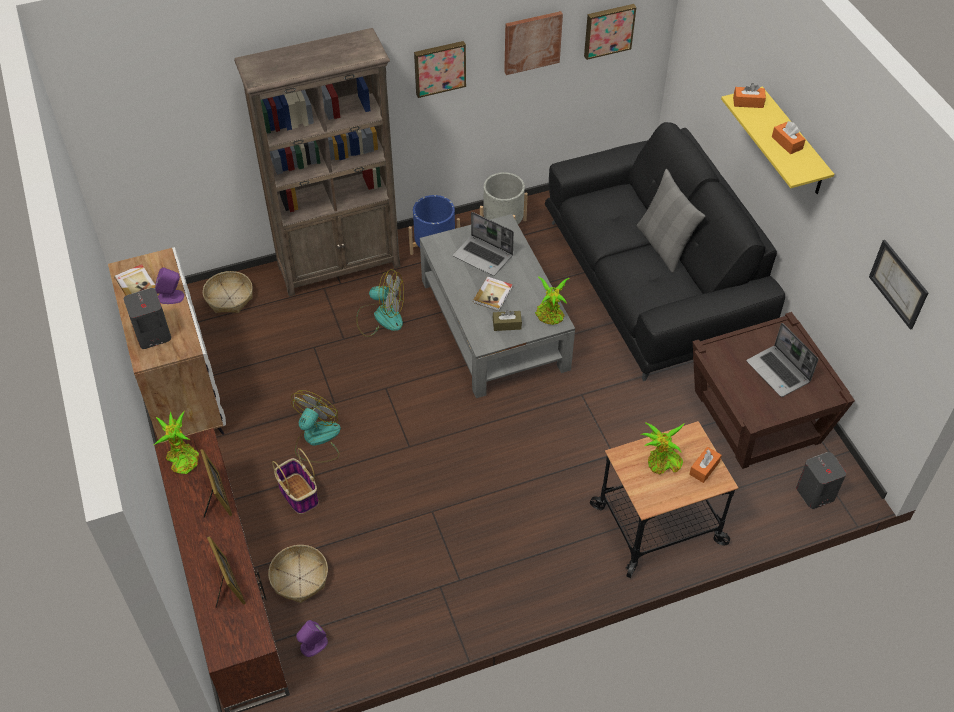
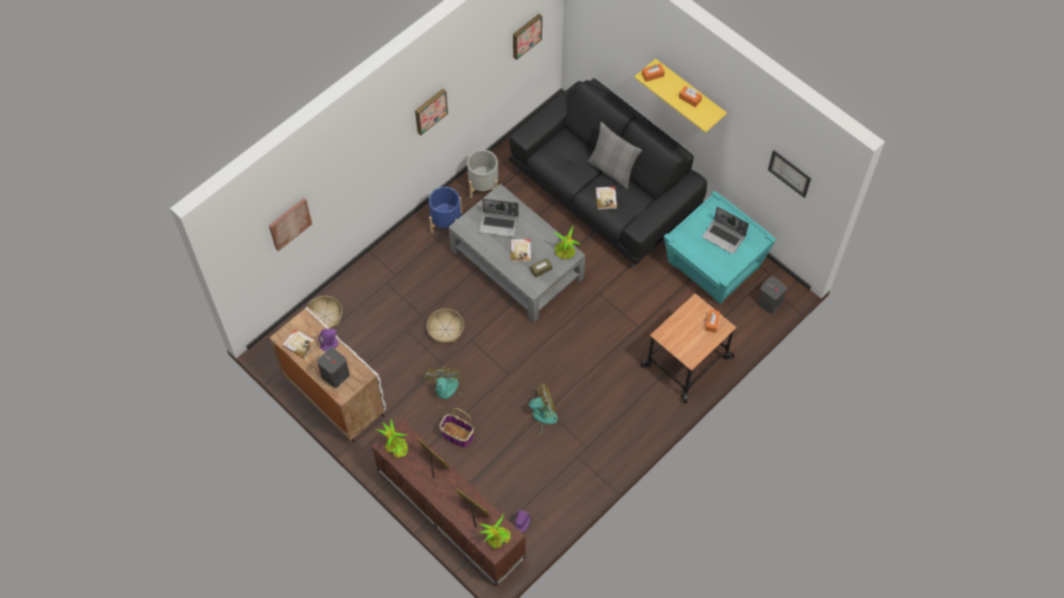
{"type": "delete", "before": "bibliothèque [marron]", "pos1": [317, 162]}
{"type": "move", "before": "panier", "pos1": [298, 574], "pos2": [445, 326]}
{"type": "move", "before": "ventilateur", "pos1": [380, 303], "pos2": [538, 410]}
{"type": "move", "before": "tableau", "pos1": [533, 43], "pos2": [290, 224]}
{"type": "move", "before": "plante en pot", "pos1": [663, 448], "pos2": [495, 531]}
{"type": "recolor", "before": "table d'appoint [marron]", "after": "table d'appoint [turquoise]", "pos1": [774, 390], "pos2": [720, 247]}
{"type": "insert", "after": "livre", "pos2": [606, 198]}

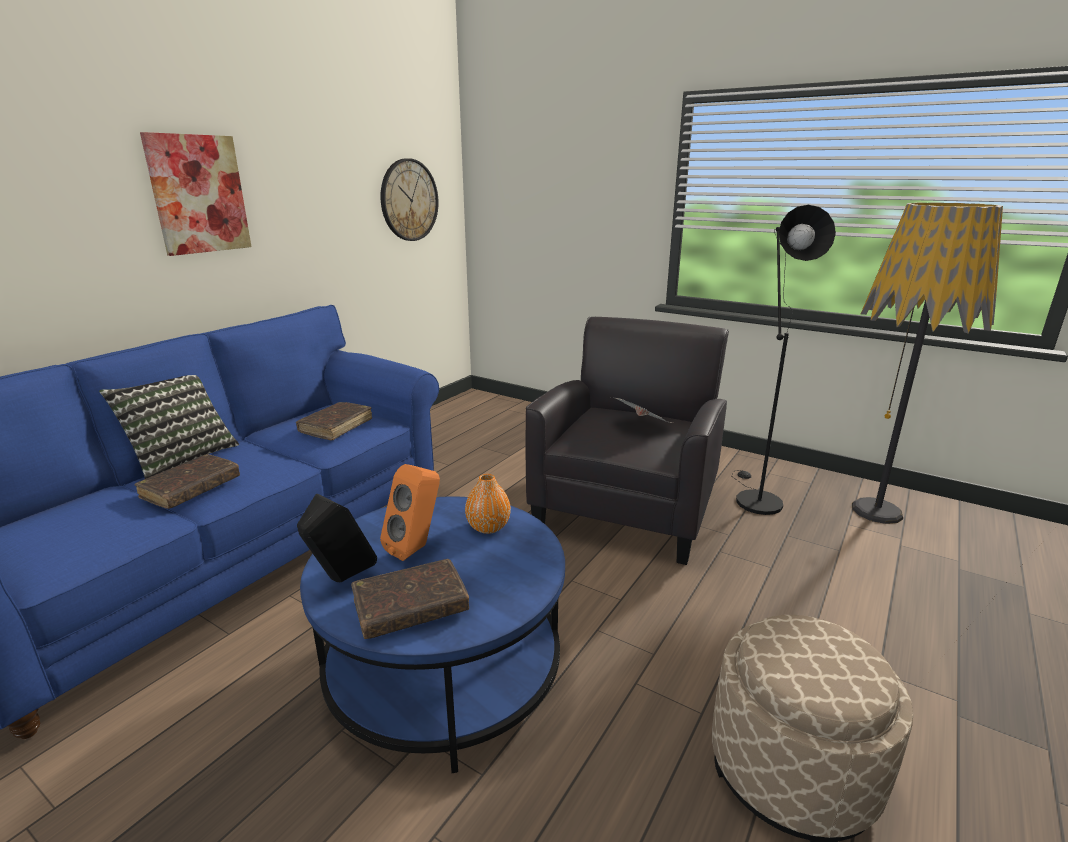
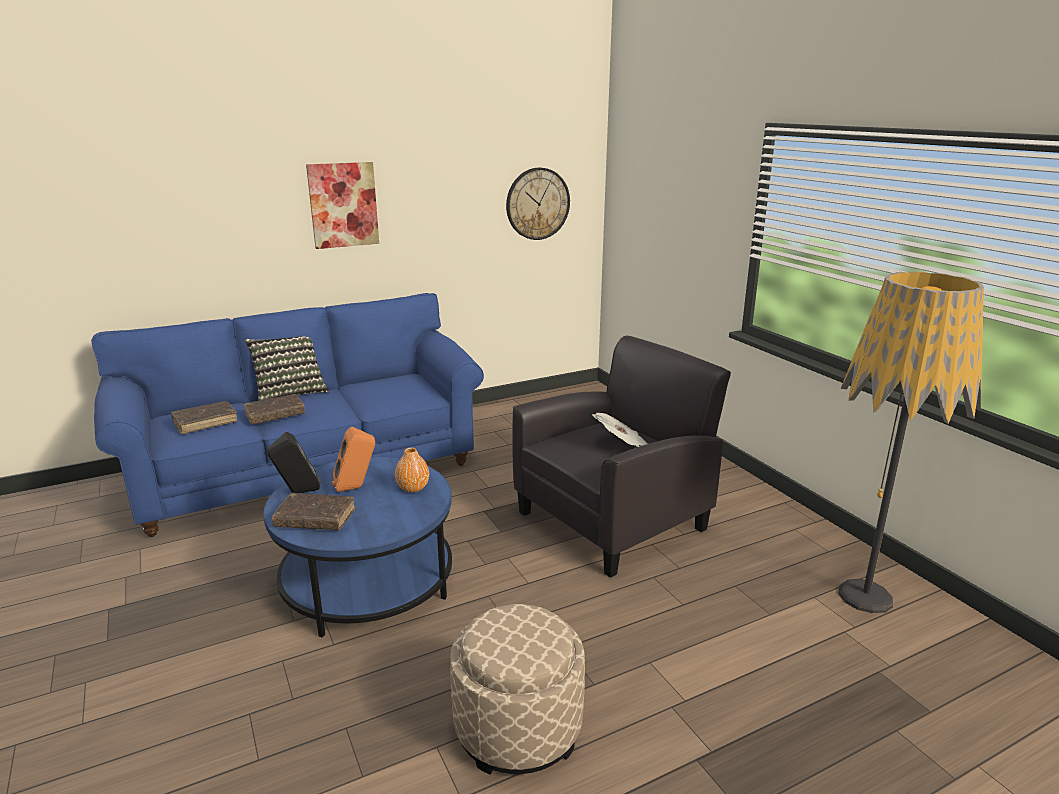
{"type": "move", "before": "livre [marron]", "pos1": [334, 421], "pos2": [204, 418]}
{"type": "delete", "before": "lampadaire [noir]", "pos1": [783, 360]}

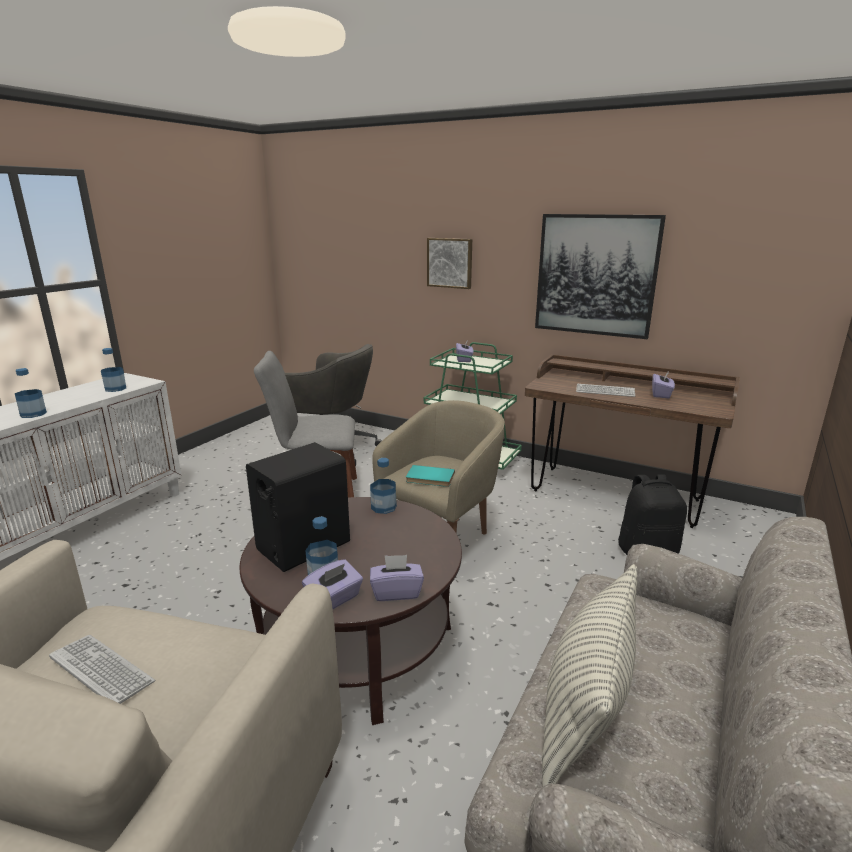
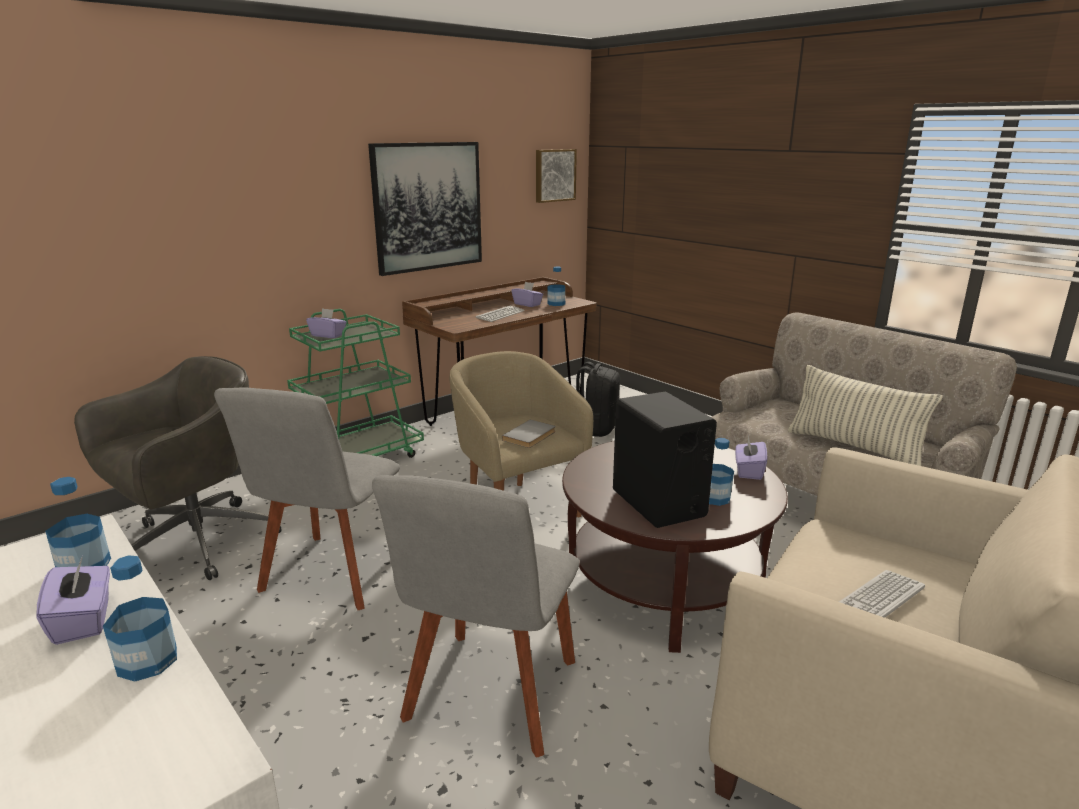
{"type": "move", "before": "boîte à mouchoirs [violet]", "pos1": [332, 584], "pos2": [73, 600]}
{"type": "move", "before": "bouteille", "pos1": [383, 486], "pos2": [556, 286]}
{"type": "recolor", "before": "livre [turquoise]", "after": "livre [gris]", "pos1": [430, 476], "pos2": [529, 434]}
{"type": "move", "before": "tableau", "pos1": [449, 263], "pos2": [556, 176]}
{"type": "insert", "after": "chaise [gris]", "pos2": [476, 616]}

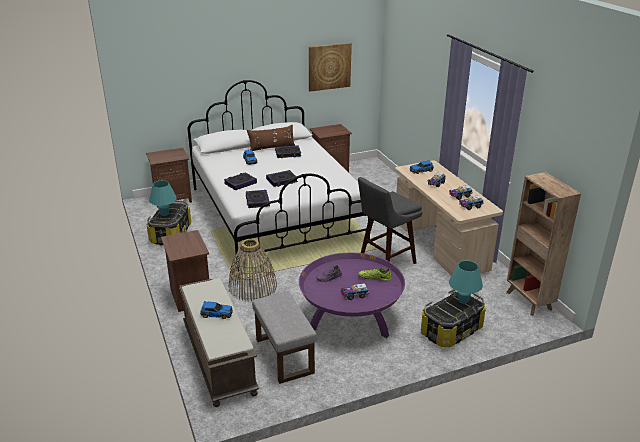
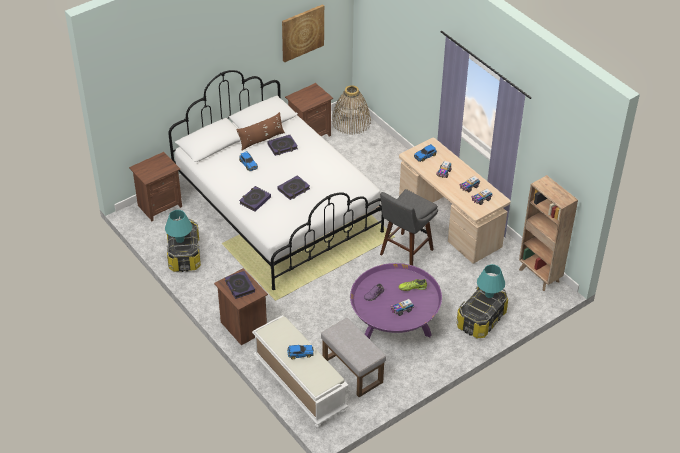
{"type": "recolor", "before": "banc [marron]", "after": "banc [blanc]", "pos1": [219, 342], "pos2": [300, 371]}
{"type": "move", "before": "panier", "pos1": [252, 270], "pos2": [351, 110]}
{"type": "move", "before": "livre", "pos1": [258, 199], "pos2": [240, 285]}

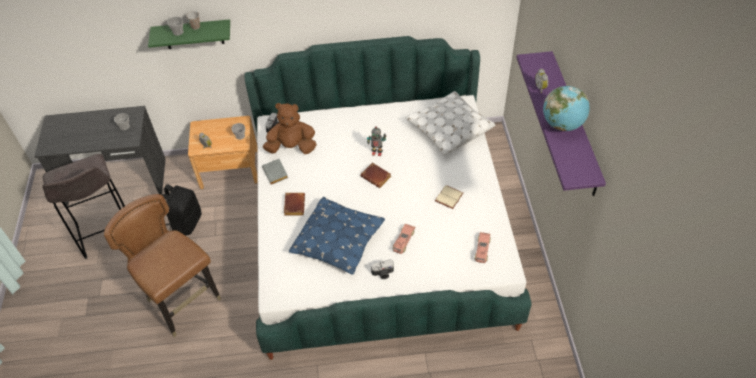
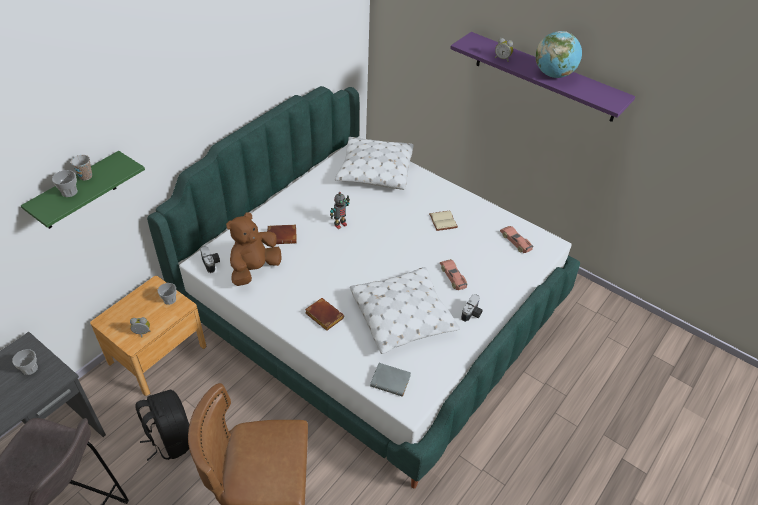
{"type": "move", "before": "livre [gris]", "pos1": [275, 172], "pos2": [390, 380]}
{"type": "recolor", "before": "coussin [bleu]", "after": "coussin [blanc]", "pos1": [337, 236], "pos2": [405, 310]}
{"type": "move", "before": "livre [marron]", "pos1": [376, 175], "pos2": [282, 234]}

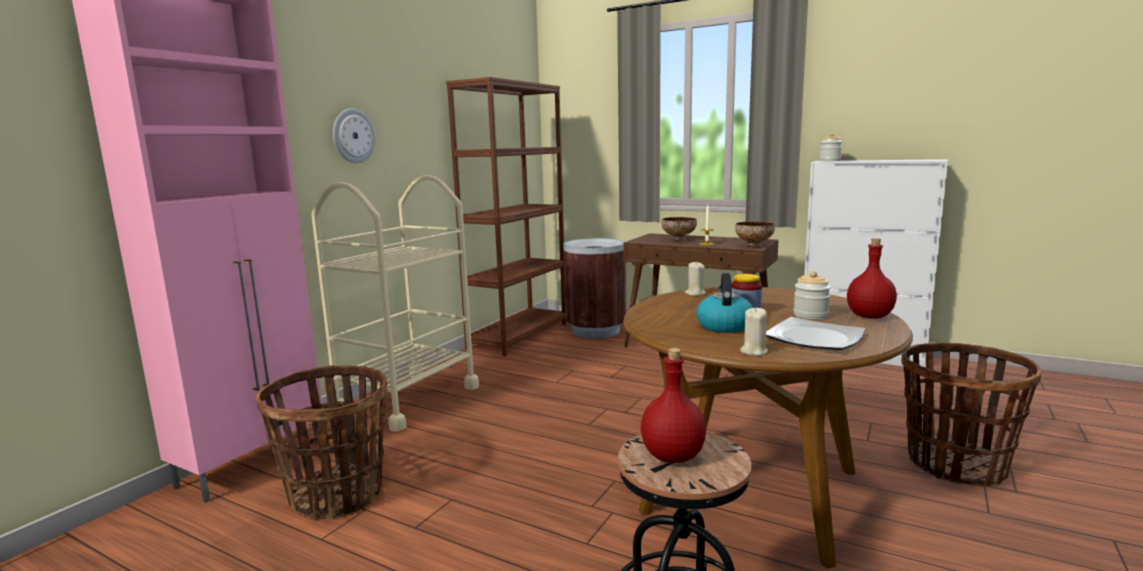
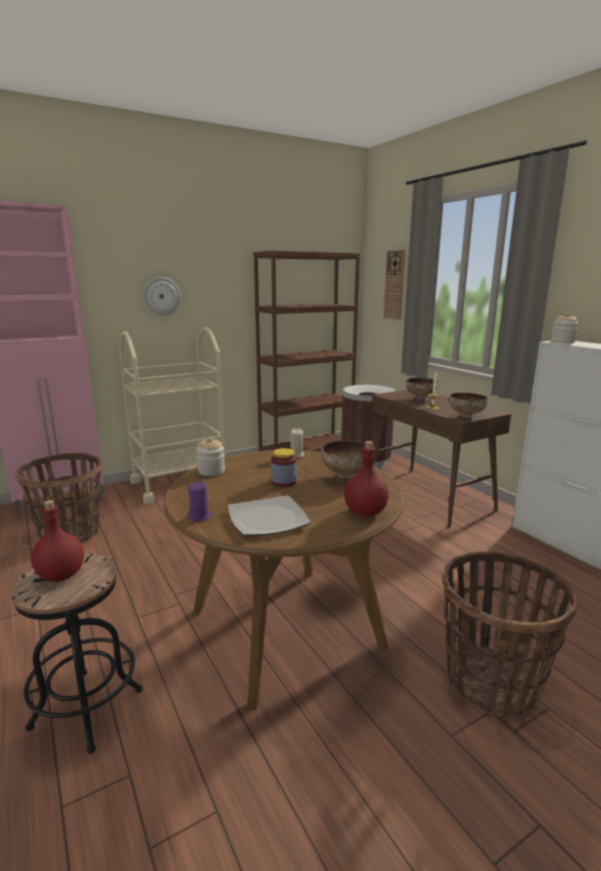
{"type": "delete", "before": "bouilloire", "pos1": [724, 303]}
{"type": "recolor", "before": "bougie [beige]", "after": "bougie [violet]", "pos1": [754, 331], "pos2": [199, 502]}
{"type": "move", "before": "bocal", "pos1": [812, 295], "pos2": [211, 456]}
{"type": "insert", "after": "bol", "pos2": [343, 461]}
{"type": "insert", "after": "horloge murale", "pos2": [394, 285]}

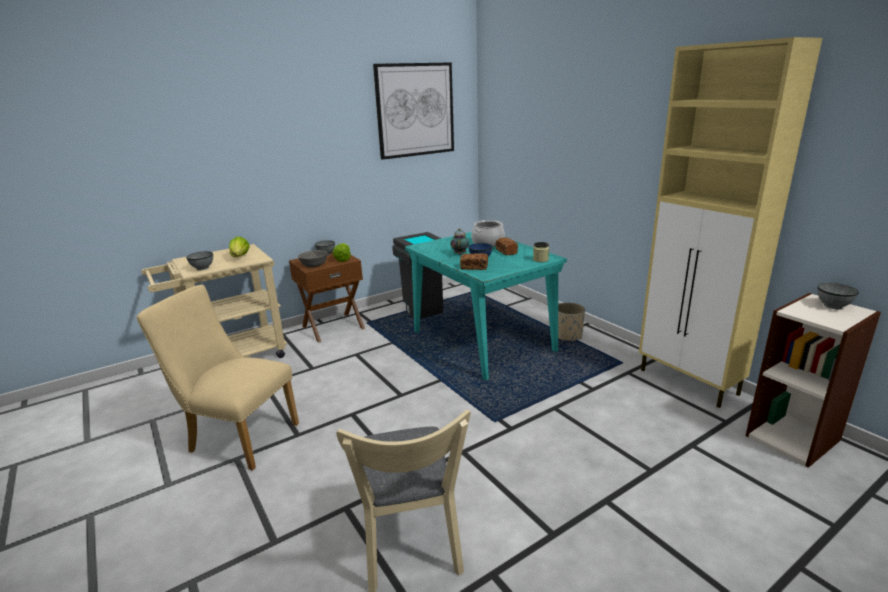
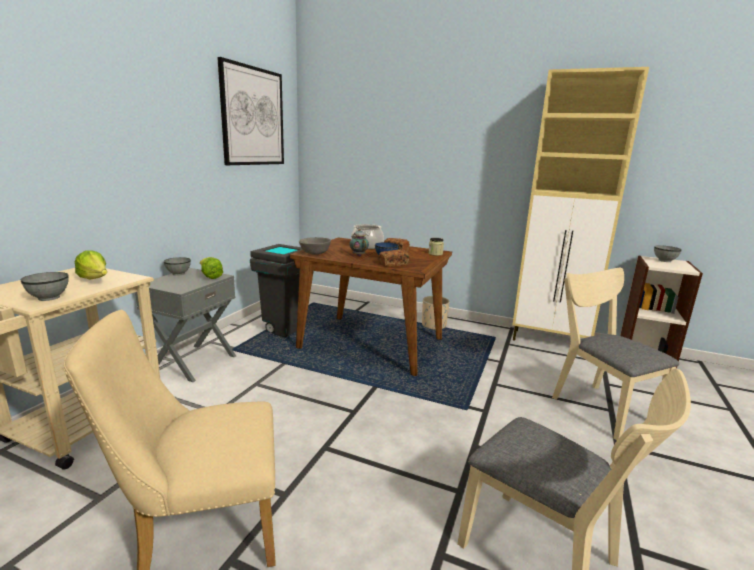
{"type": "recolor", "before": "table de chevet [marron]", "after": "table de chevet [gris]", "pos1": [327, 296], "pos2": [185, 325]}
{"type": "move", "before": "bol [gris]", "pos1": [313, 259], "pos2": [315, 246]}
{"type": "recolor", "before": "table à manger [turquoise]", "after": "table à manger [marron]", "pos1": [486, 306], "pos2": [371, 306]}
{"type": "insert", "after": "chaise [beige]", "pos2": [615, 354]}

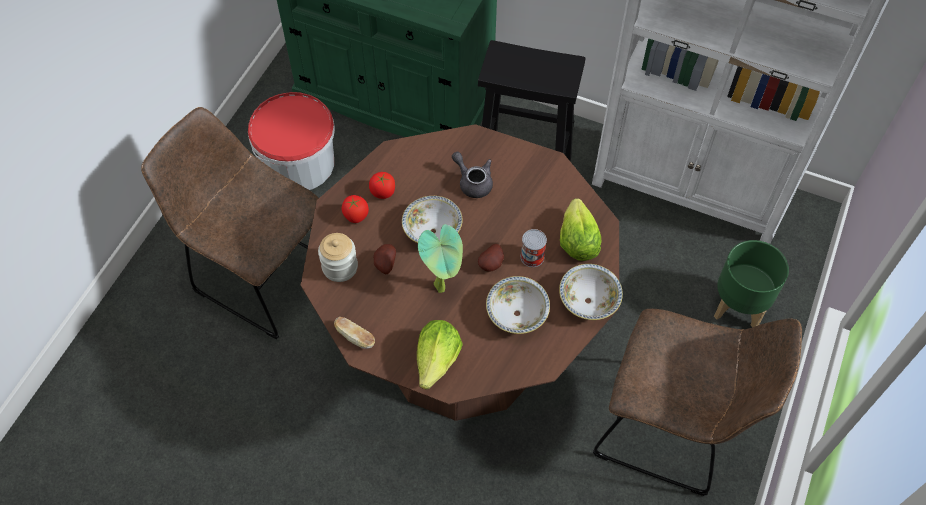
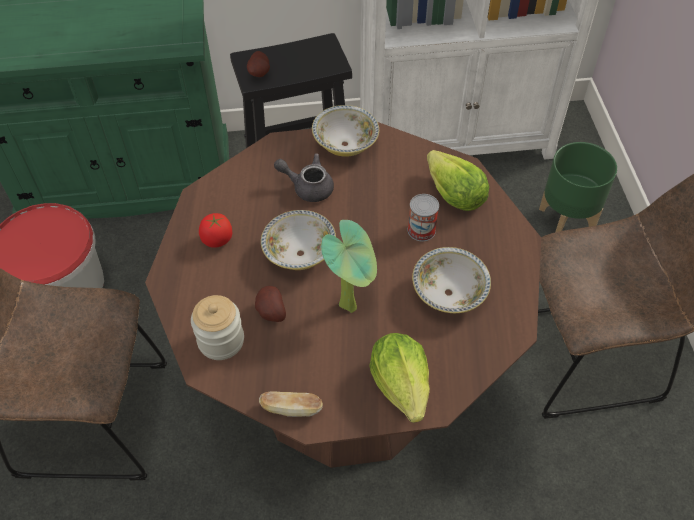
{"type": "delete", "before": "tomate", "pos1": [355, 209]}
{"type": "move", "before": "pomme de terre", "pos1": [491, 258], "pos2": [258, 64]}
{"type": "move", "before": "bol", "pos1": [591, 292], "pos2": [345, 131]}

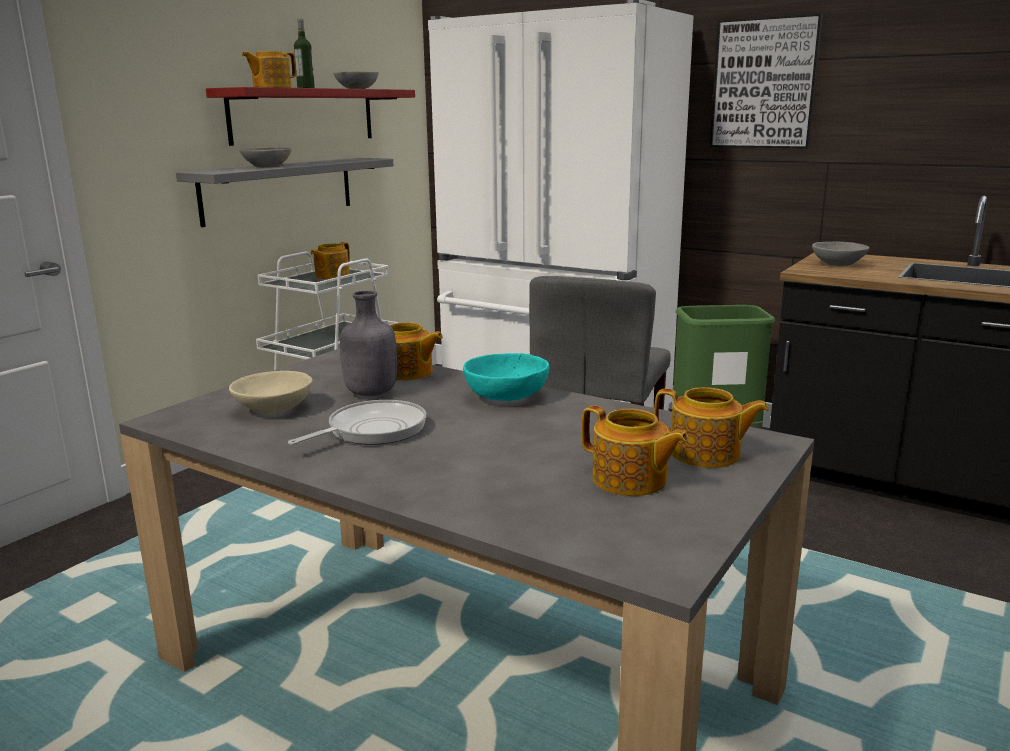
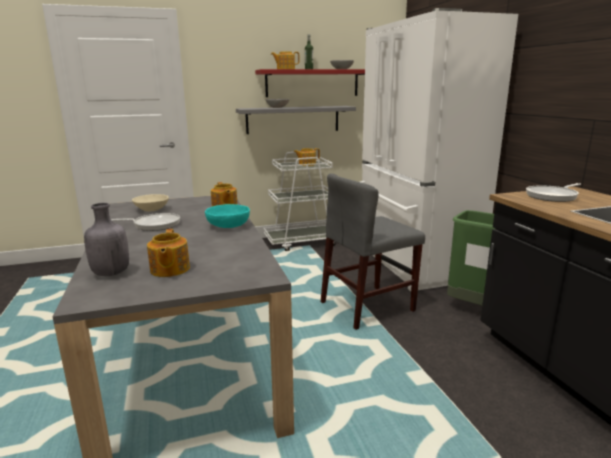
{"type": "move", "before": "bouteille [gris]", "pos1": [368, 343], "pos2": [106, 239]}
{"type": "delete", "before": "théière", "pos1": [711, 427]}
{"type": "delete", "before": "tableau", "pos1": [766, 81]}
{"type": "replace", "before": "bol [gris]", "after": "poêle", "pos1": [841, 254], "pos2": [553, 192]}

